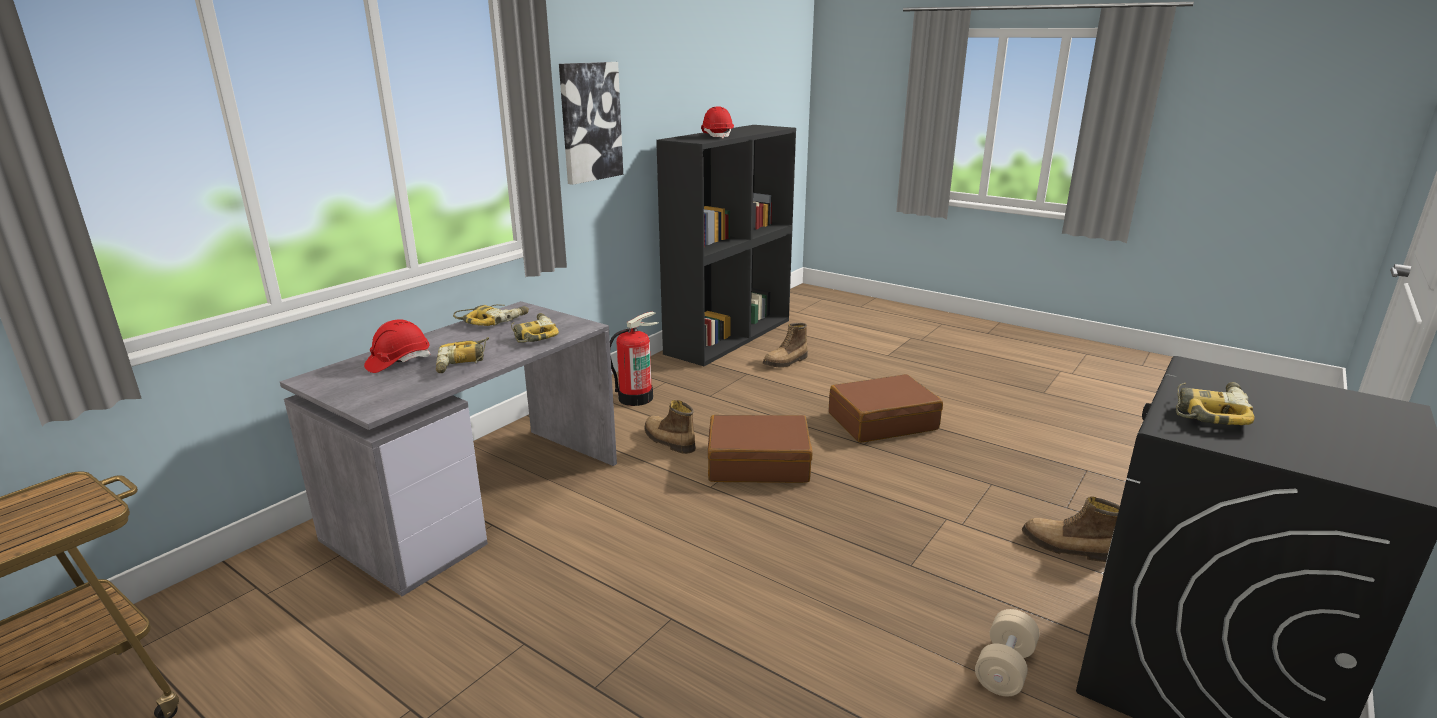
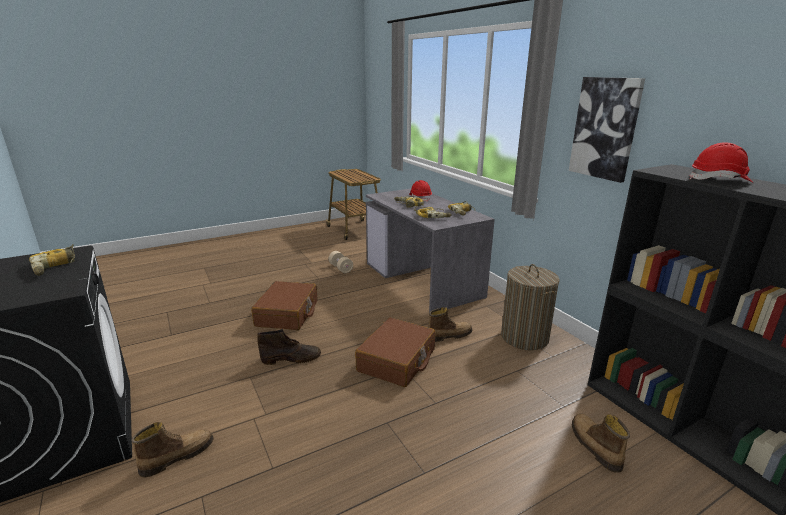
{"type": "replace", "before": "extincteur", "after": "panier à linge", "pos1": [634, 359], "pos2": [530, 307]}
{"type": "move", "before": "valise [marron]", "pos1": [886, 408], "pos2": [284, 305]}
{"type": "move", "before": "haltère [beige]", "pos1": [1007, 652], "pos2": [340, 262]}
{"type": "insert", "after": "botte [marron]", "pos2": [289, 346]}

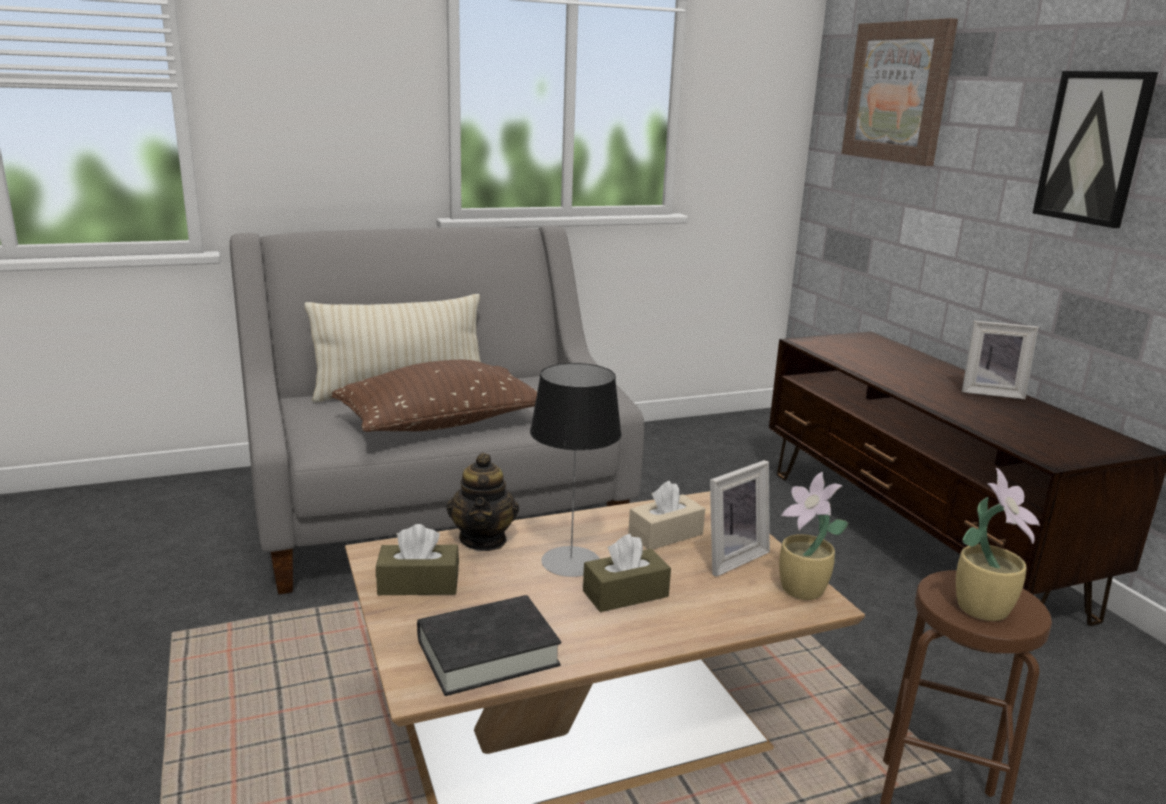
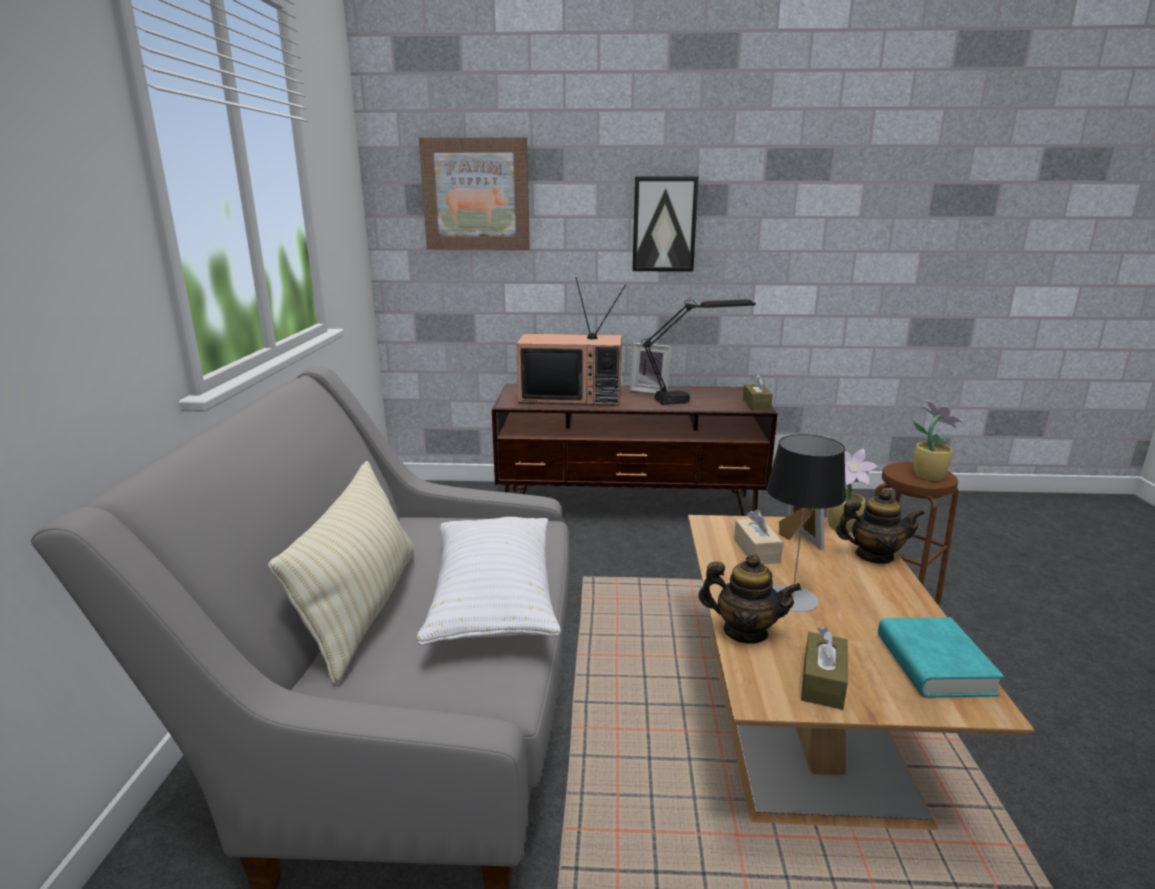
{"type": "recolor", "before": "coussin [marron]", "after": "coussin [blanc]", "pos1": [434, 396], "pos2": [489, 581]}
{"type": "recolor", "before": "livre [noir]", "after": "livre [turquoise]", "pos1": [489, 645], "pos2": [941, 657]}
{"type": "move", "before": "boîte à mouchoirs [marron]", "pos1": [627, 573], "pos2": [758, 391]}
{"type": "rotate", "before": "cadre photo", "pos1": [1000, 360], "pos2": [651, 368], "turn": 75}
{"type": "insert", "after": "téléviseur", "pos2": [571, 341]}
{"type": "insert", "after": "lampe de table [noir]", "pos2": [698, 352]}
{"type": "insert", "after": "théière", "pos2": [880, 526]}

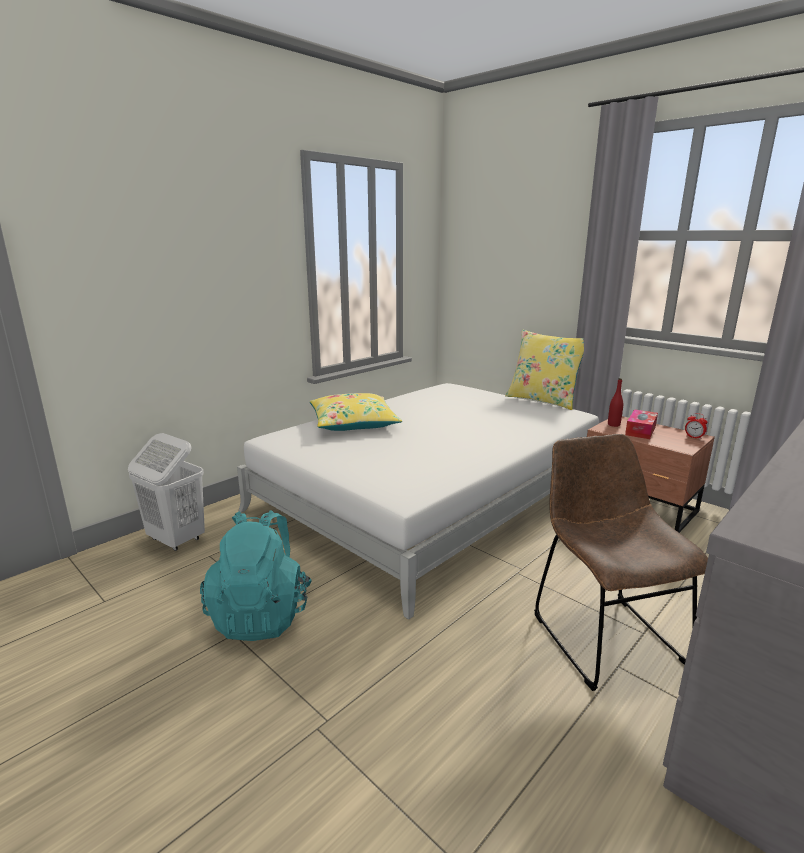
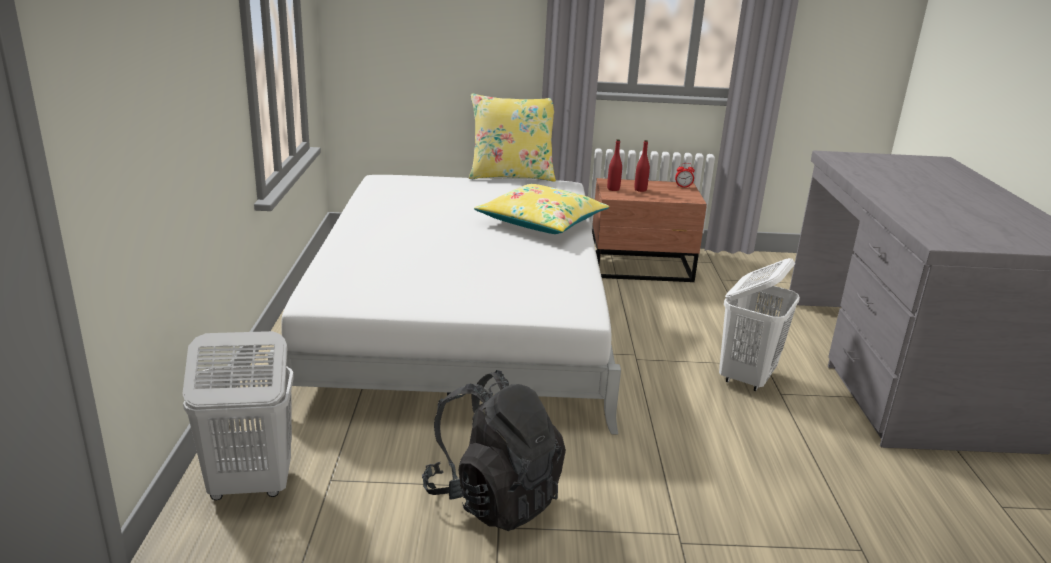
{"type": "recolor", "before": "sac à dos [turquoise]", "after": "sac à dos [noir]", "pos1": [256, 575], "pos2": [494, 450]}
{"type": "move", "before": "coussin [jaune]", "pos1": [356, 412], "pos2": [541, 209]}
{"type": "replace", "before": "chaise [marron]", "after": "panier à linge [blanc]", "pos1": [621, 562], "pos2": [759, 324]}
{"type": "replace", "before": "boîte à mouchoirs", "after": "bouteille [rouge]", "pos1": [641, 424], "pos2": [642, 166]}

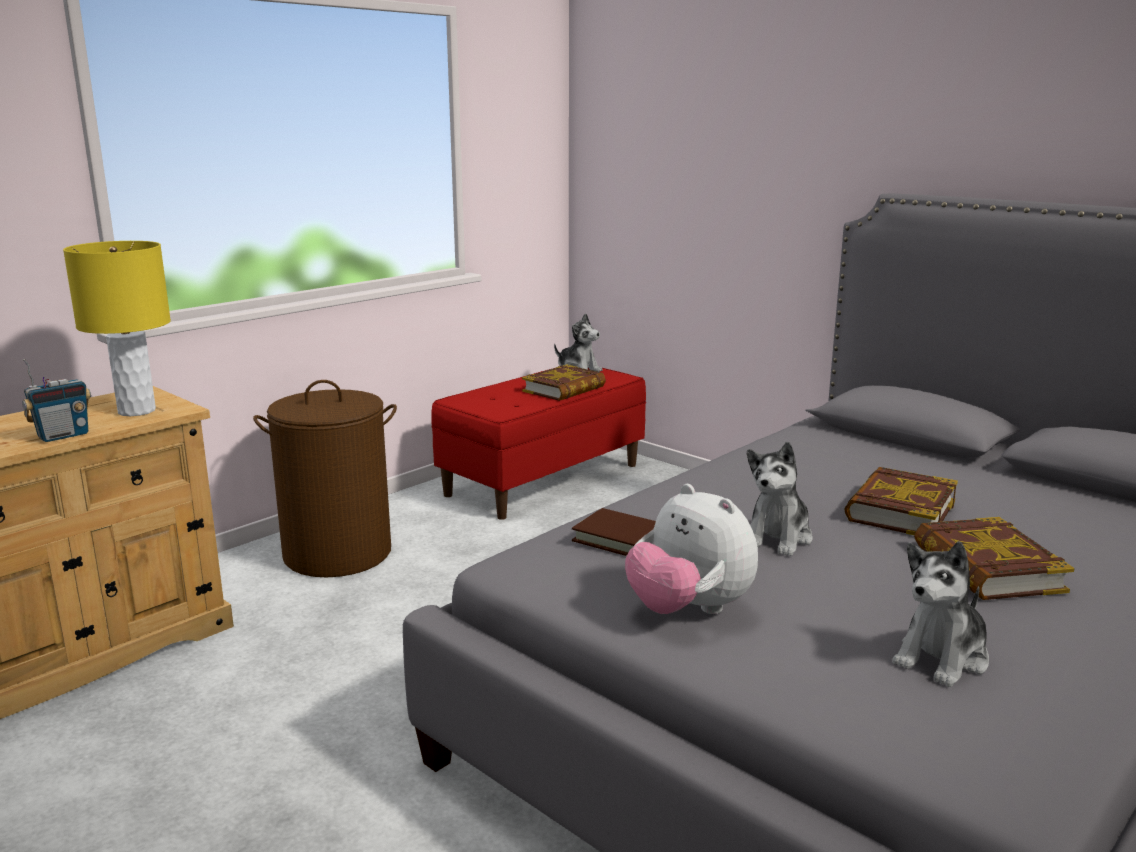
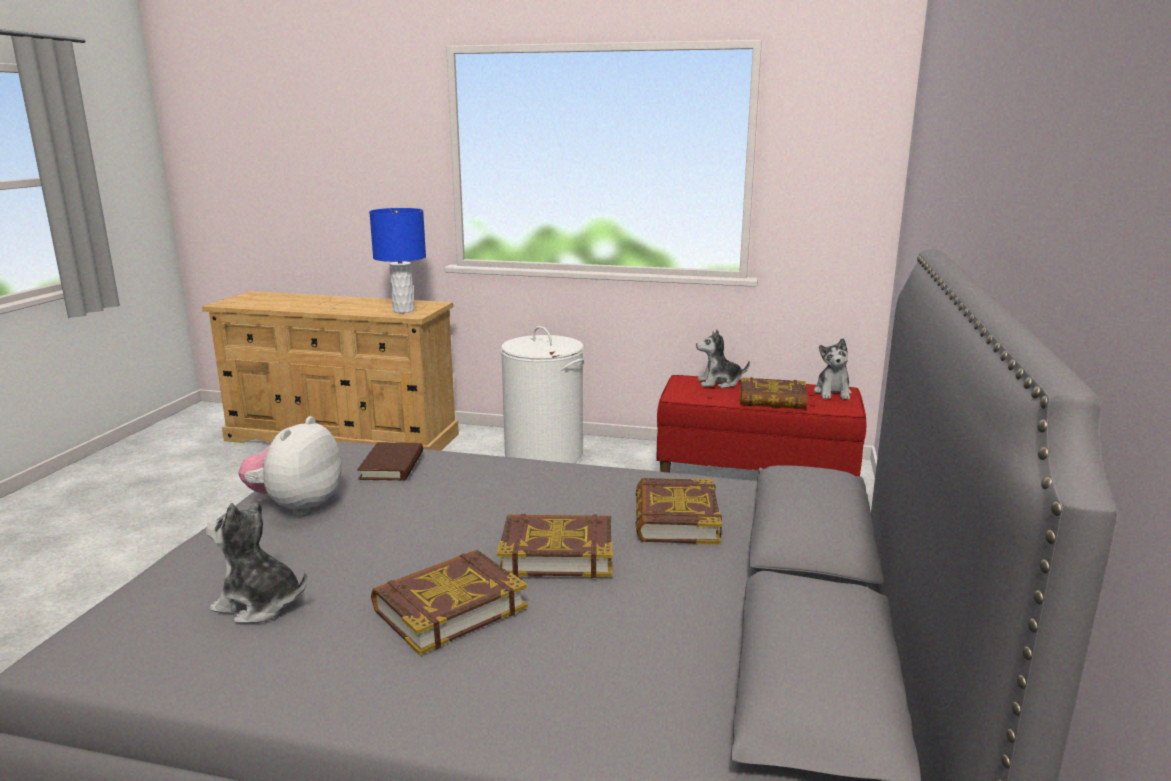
{"type": "delete", "before": "radio", "pos1": [56, 400]}
{"type": "recolor", "before": "lampe de table [jaune]", "after": "lampe de table [bleu]", "pos1": [117, 328], "pos2": [397, 260]}
{"type": "recolor", "before": "panier à linge [marron]", "after": "panier à linge [blanc]", "pos1": [325, 479], "pos2": [542, 395]}
{"type": "move", "before": "peluche", "pos1": [780, 499], "pos2": [723, 358]}
{"type": "insert", "after": "livre", "pos2": [678, 511]}

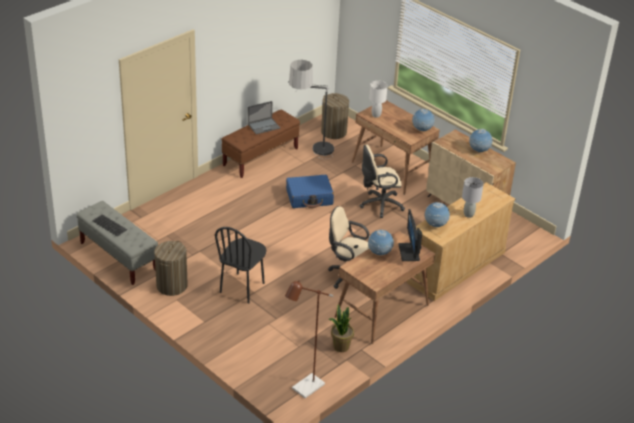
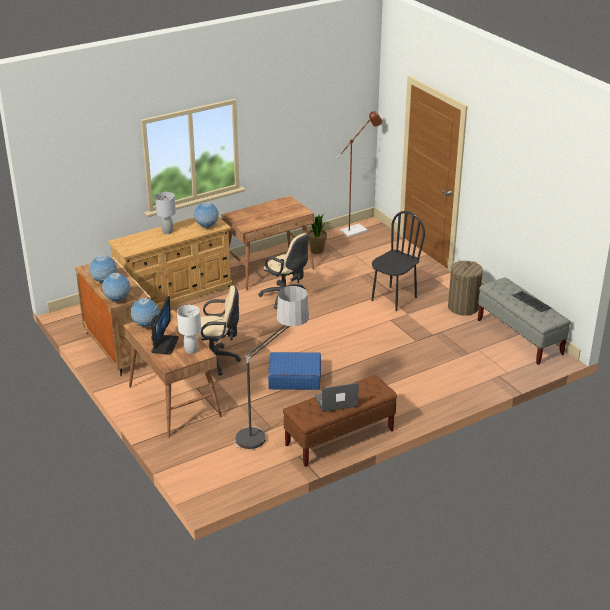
{"type": "delete", "before": "panier à linge", "pos1": [335, 116]}
{"type": "move", "before": "globe", "pos1": [381, 242], "pos2": [116, 287]}
{"type": "move", "before": "écran d'ordinateur", "pos1": [410, 235], "pos2": [165, 325]}

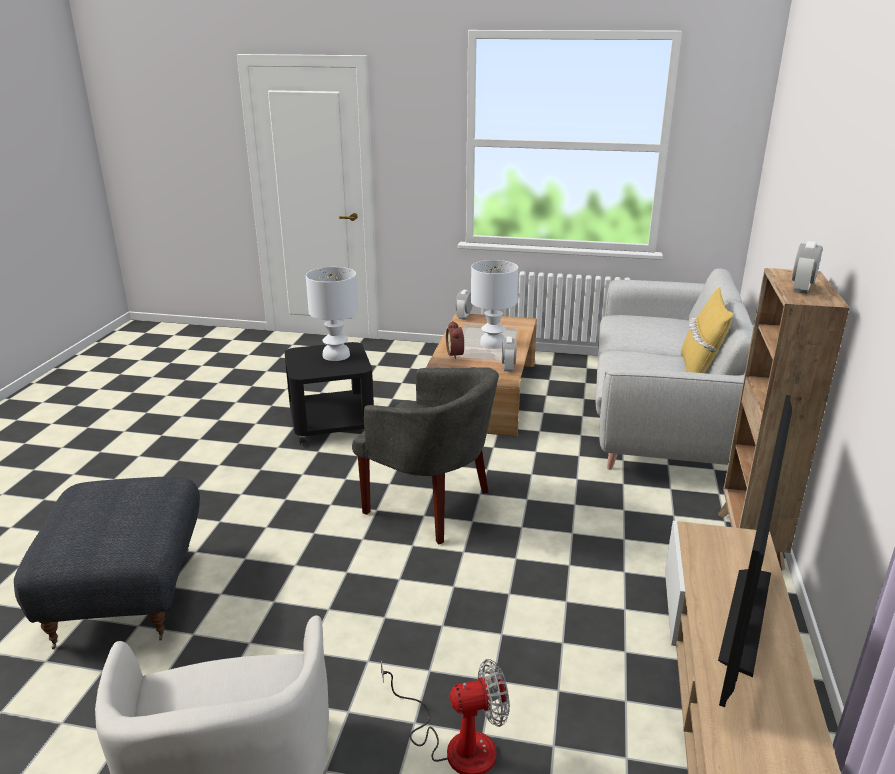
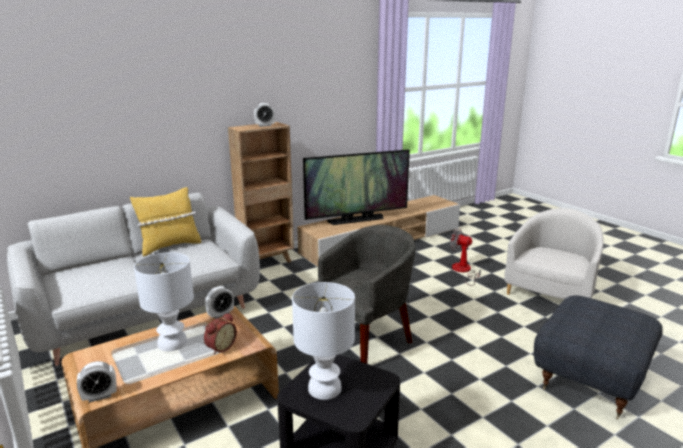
{"type": "rotate", "before": "fauteuil [gris]", "pos1": [425, 456], "pos2": [367, 294], "turn": 60}

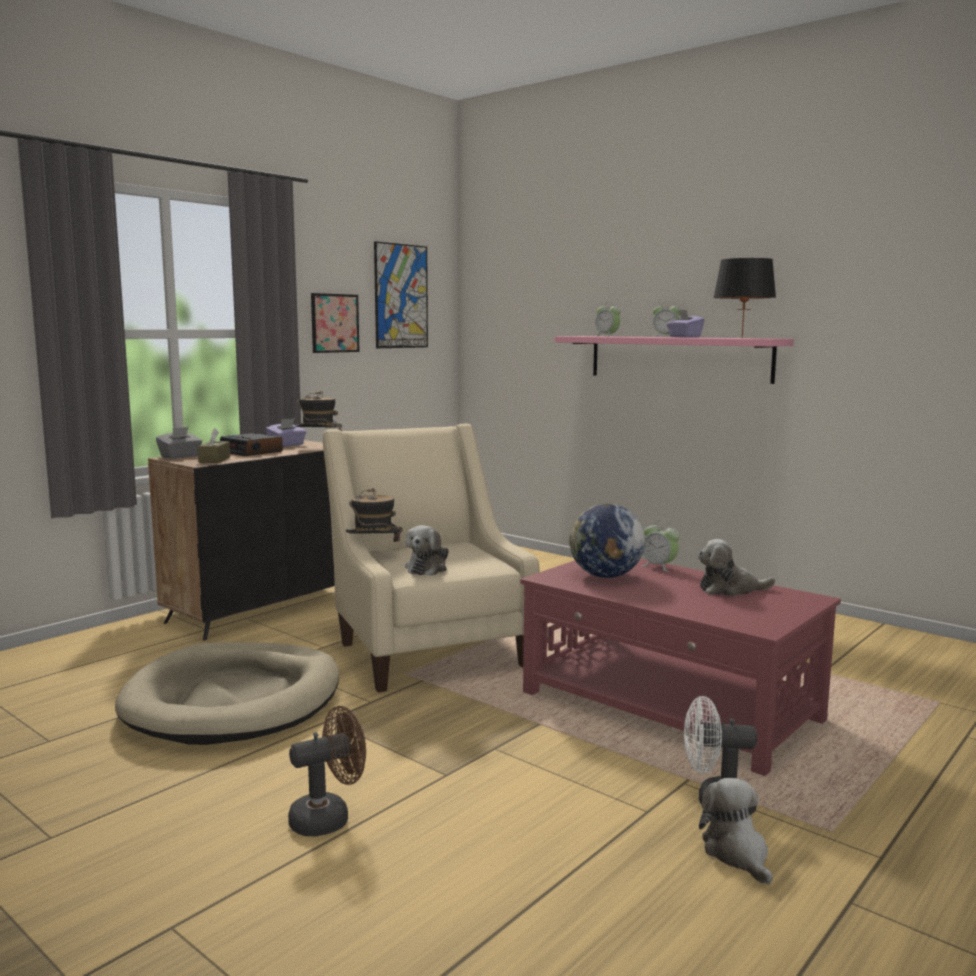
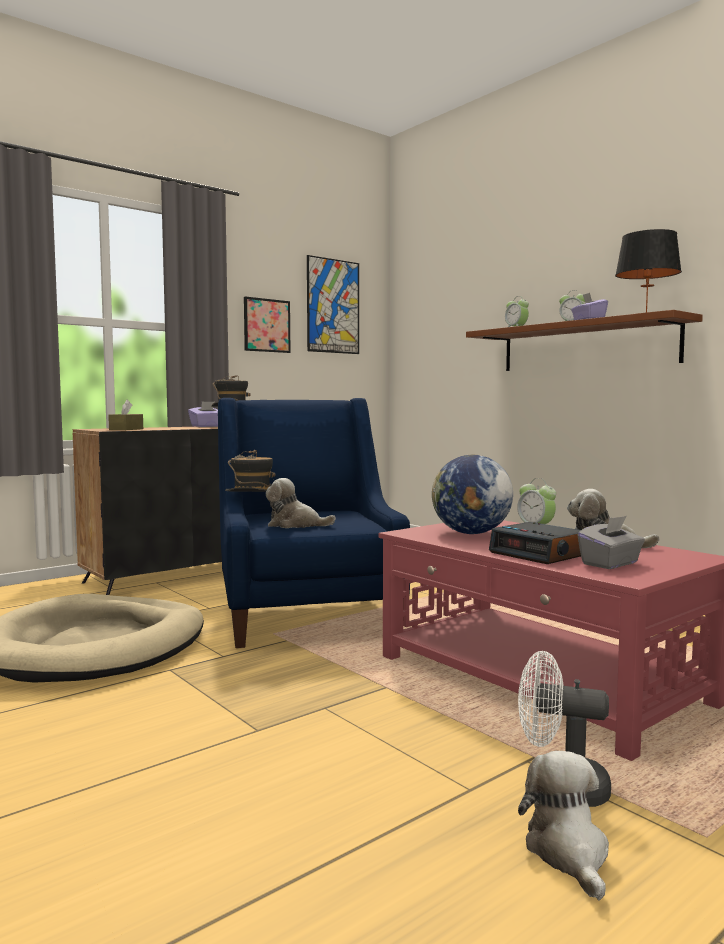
{"type": "move", "before": "boîte à mouchoirs [gris]", "pos1": [179, 443], "pos2": [611, 542]}
{"type": "move", "before": "réveil", "pos1": [251, 444], "pos2": [535, 543]}
{"type": "delete", "before": "ventilateur [marron]", "pos1": [327, 771]}
{"type": "recolor", "before": "fauteuil [beige]", "after": "fauteuil [bleu]", "pos1": [431, 558], "pos2": [314, 523]}
{"type": "rotate", "before": "peluche", "pos1": [427, 550], "pos2": [301, 503], "turn": 75}
{"type": "recolor", "before": "étagère [rose]", "after": "étagère [marron]", "pos1": [674, 360], "pos2": [584, 340]}

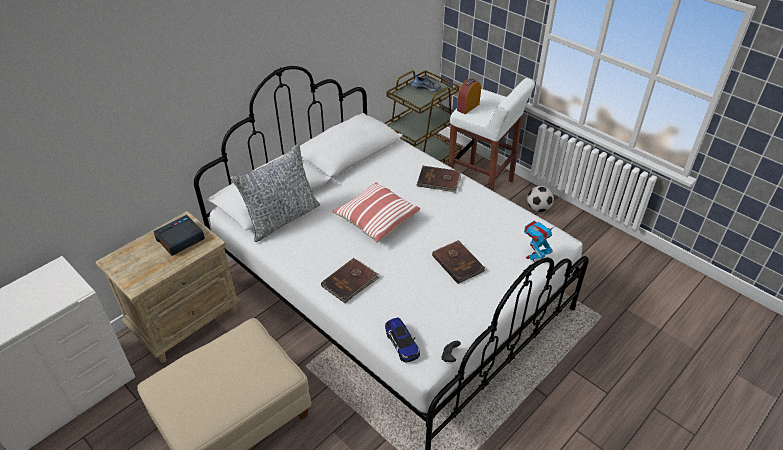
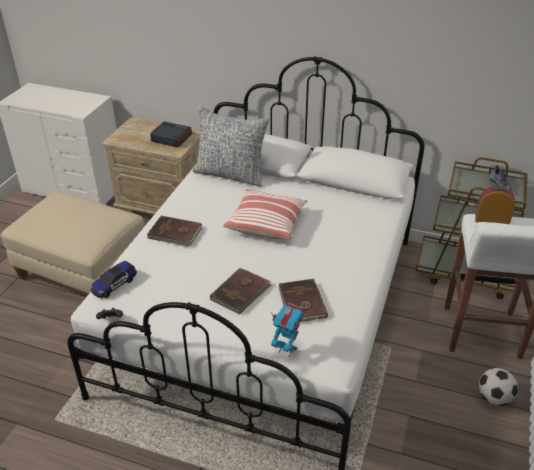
{"type": "move", "before": "livre [marron]", "pos1": [439, 179], "pos2": [303, 300]}

